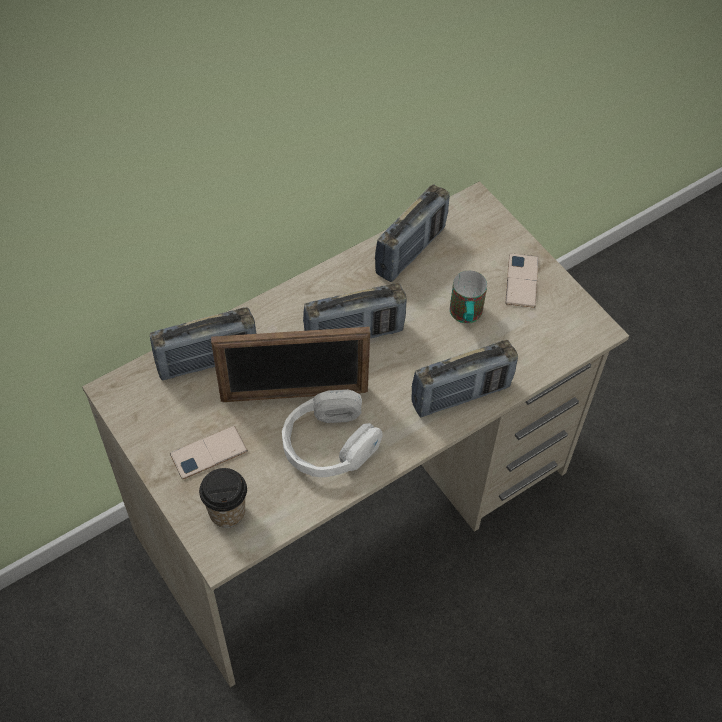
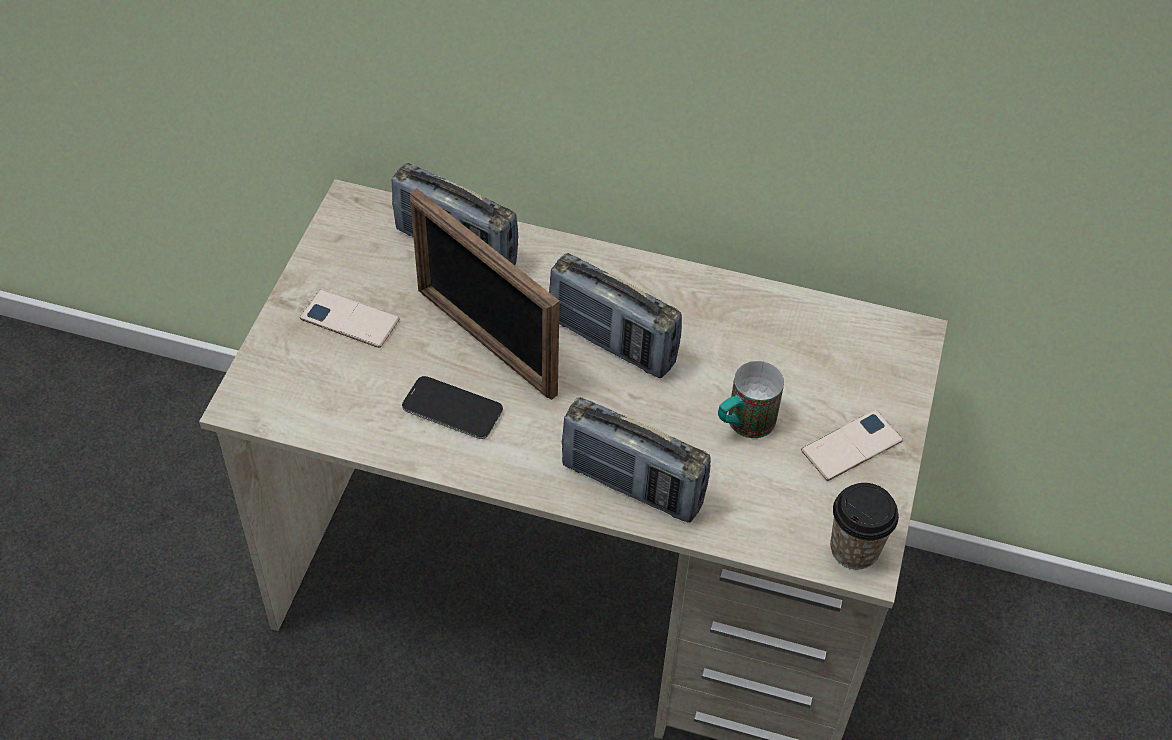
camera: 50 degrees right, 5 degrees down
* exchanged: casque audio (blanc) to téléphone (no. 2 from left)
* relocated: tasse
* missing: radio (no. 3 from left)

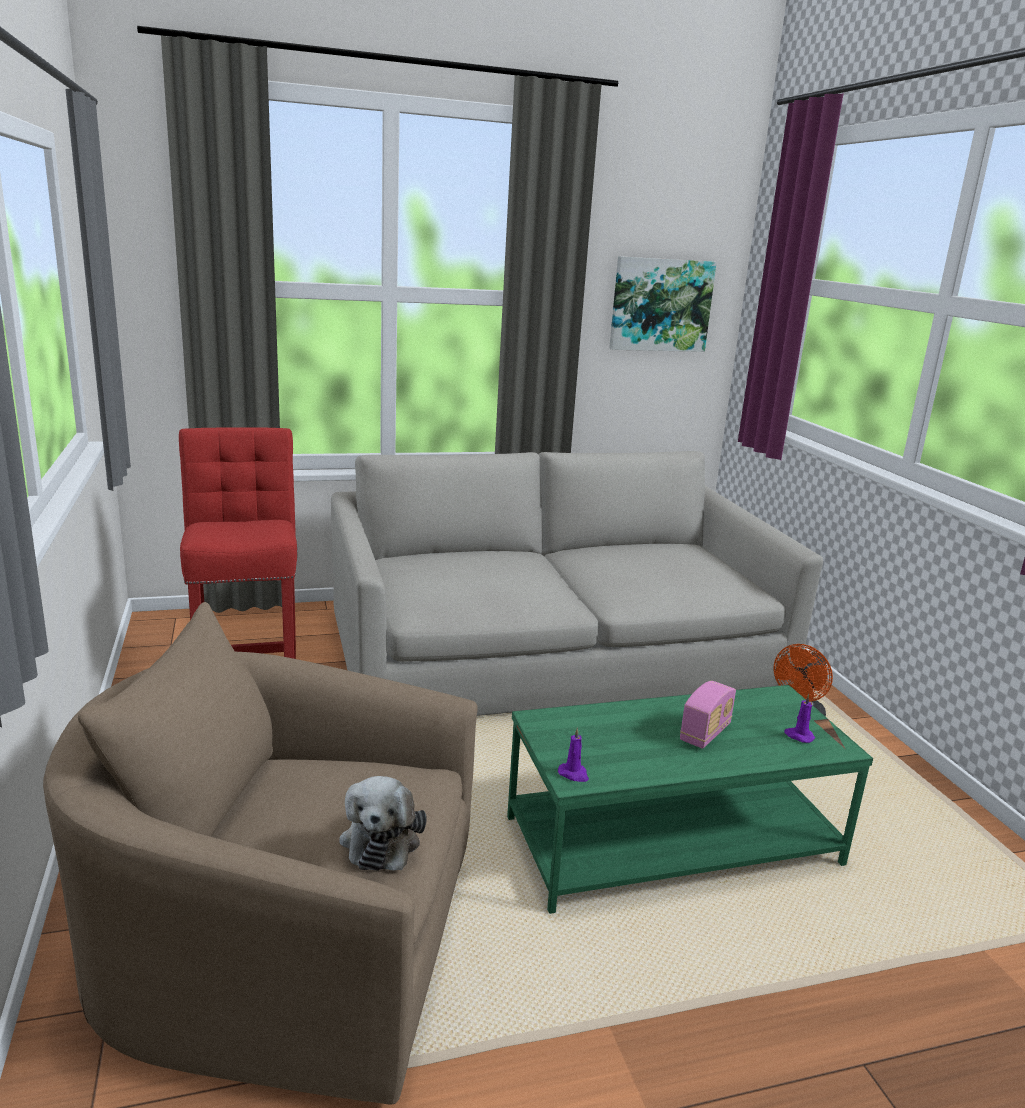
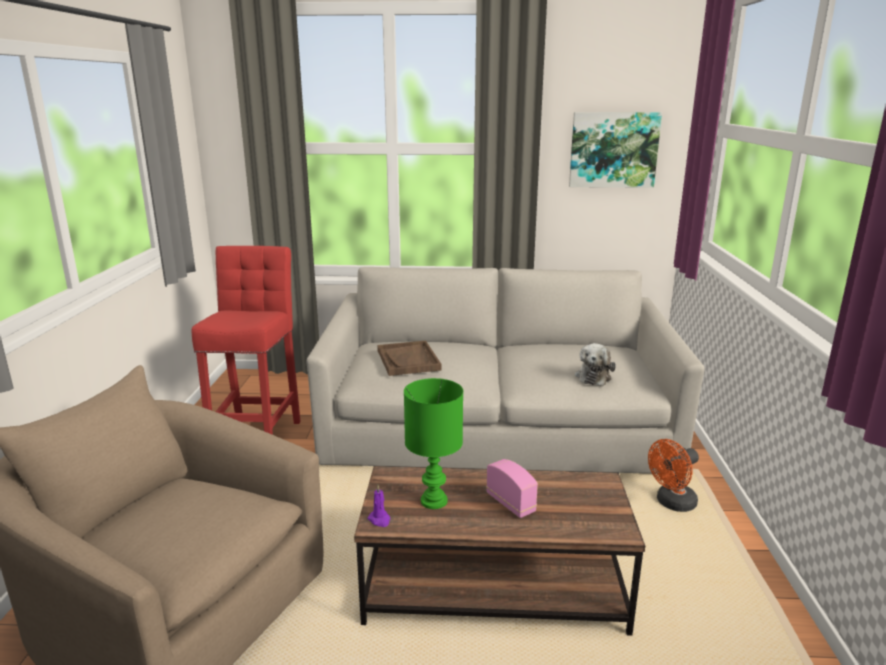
camera: 20 degrees right, 0 degrees up
* colour: table basse (vert) to table basse (marron)
* appeared: plateau (marron)
* appeared: lampe de table (vert)
* spun: radio 90 degrees counterclockwise
* relocated: peluche
* missing: bougie (violet) (no. 2 from left)

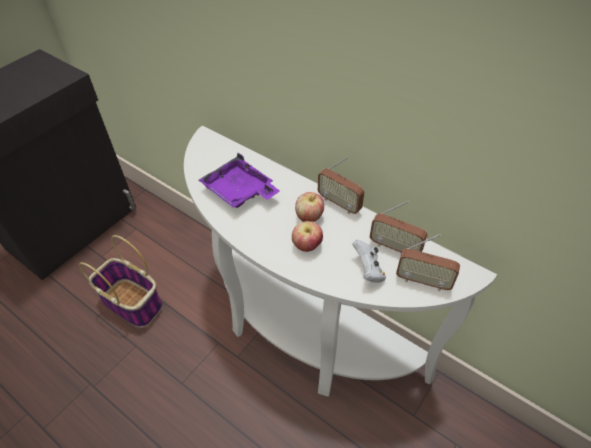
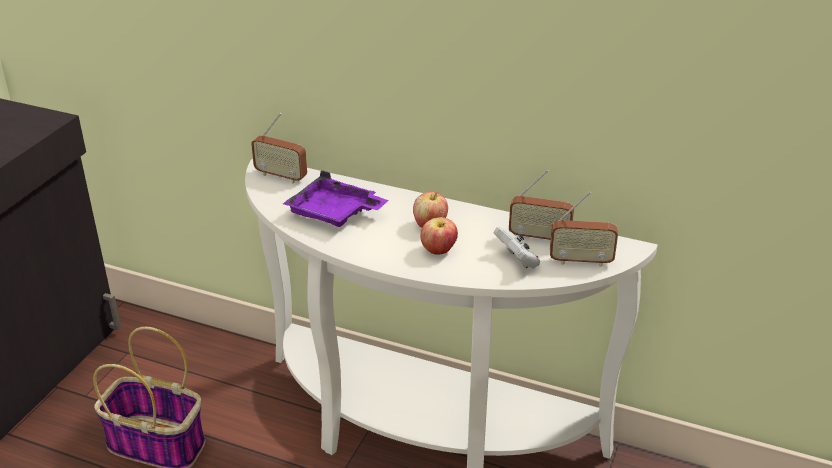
camera: 15 degrees left, 15 degrees down
* relocated: radio (no. 1 from left)

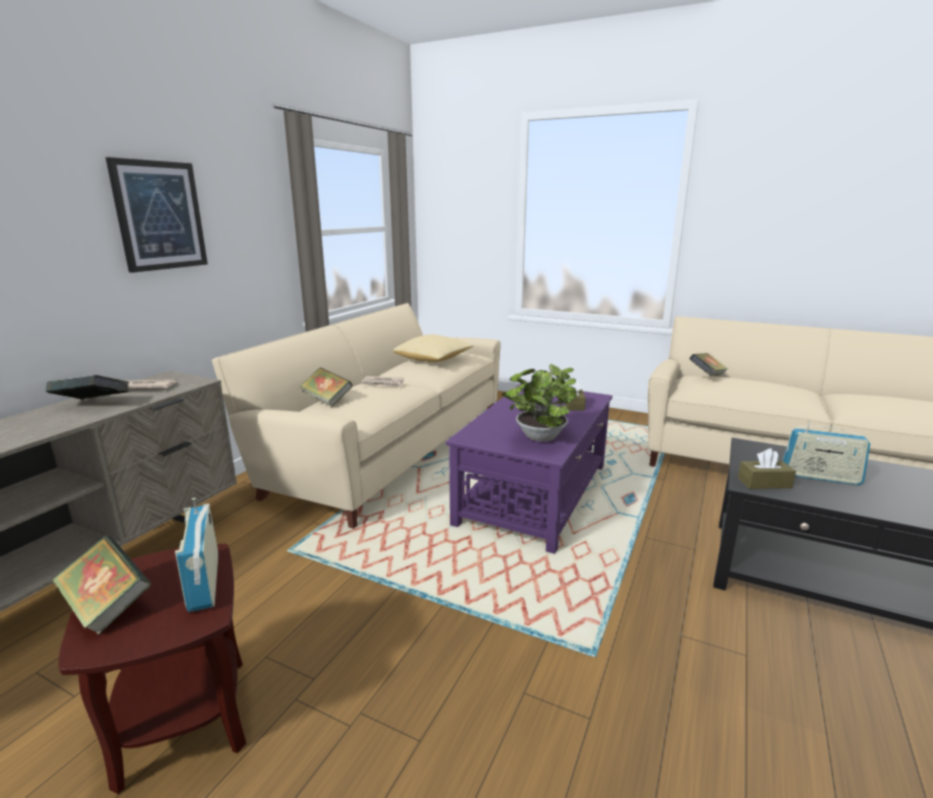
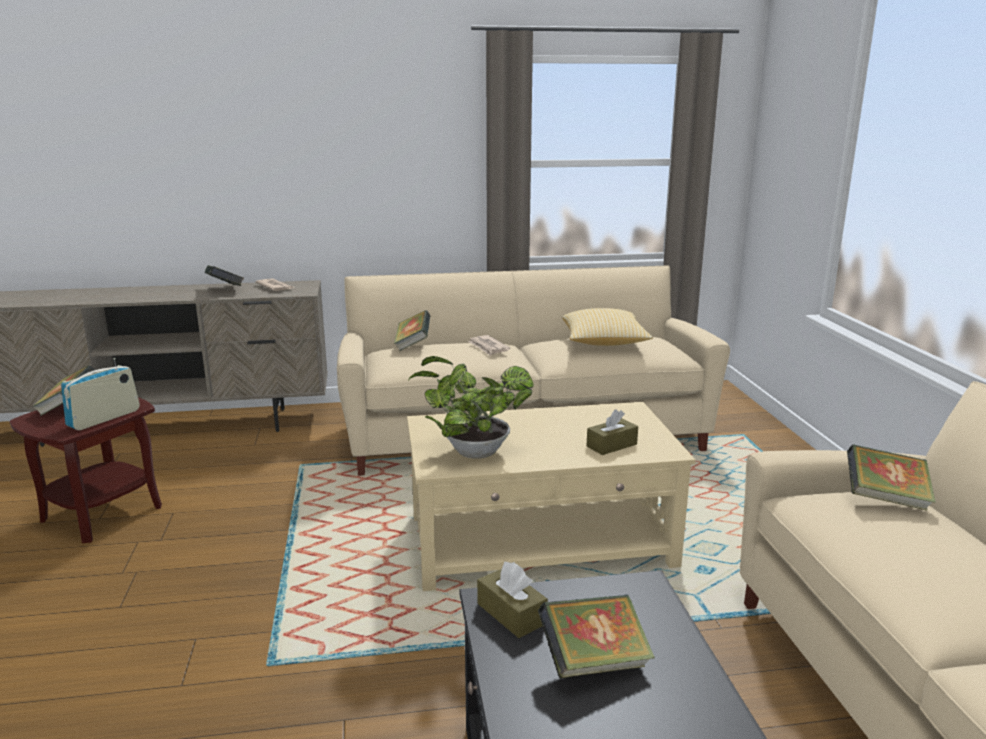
camera: 55 degrees right, 0 degrees up
* colour: table basse (violet) to table basse (beige)
* exchanged: radio (no. 2 from left) to livre (no. 4 from left)
* missing: tableau

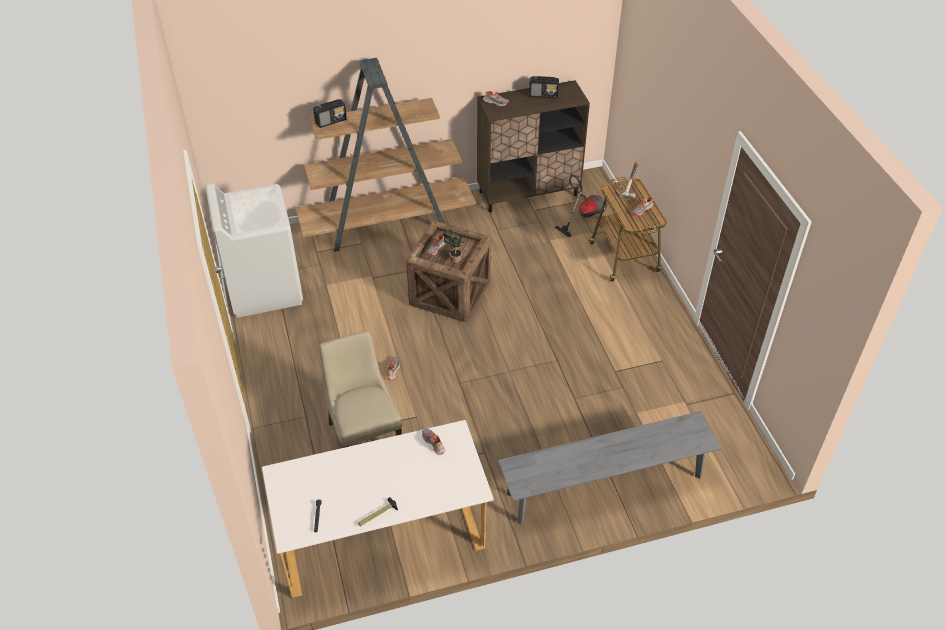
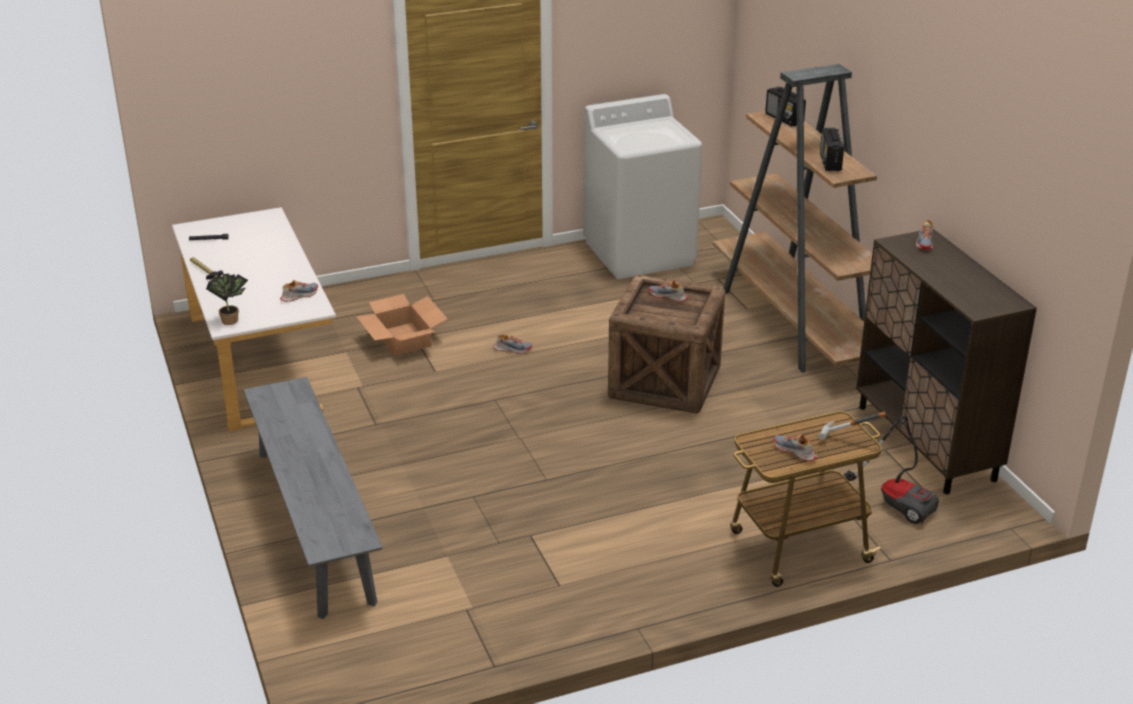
camera: 85 degrees right, 15 degrees down
* relocated: plante en pot
* exchanged: chaise (beige) to carton
* relocated: radio (no. 2 from left)

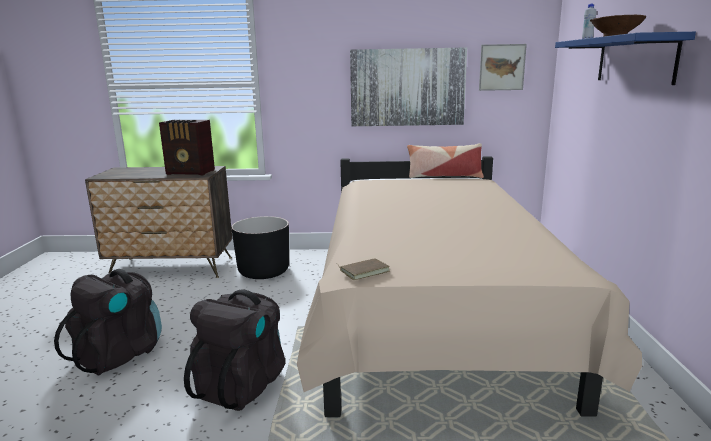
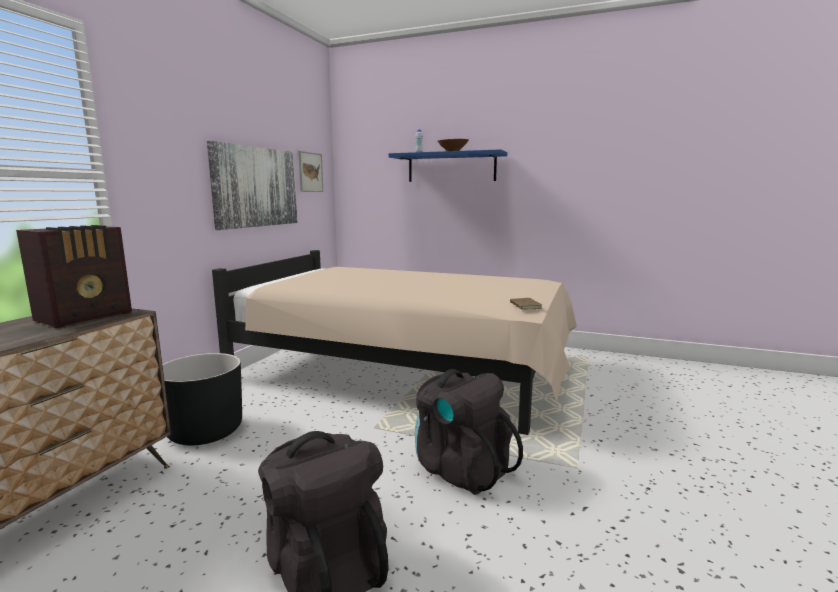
camera: 70 degrees left, 5 degrees down
* missing: coussin

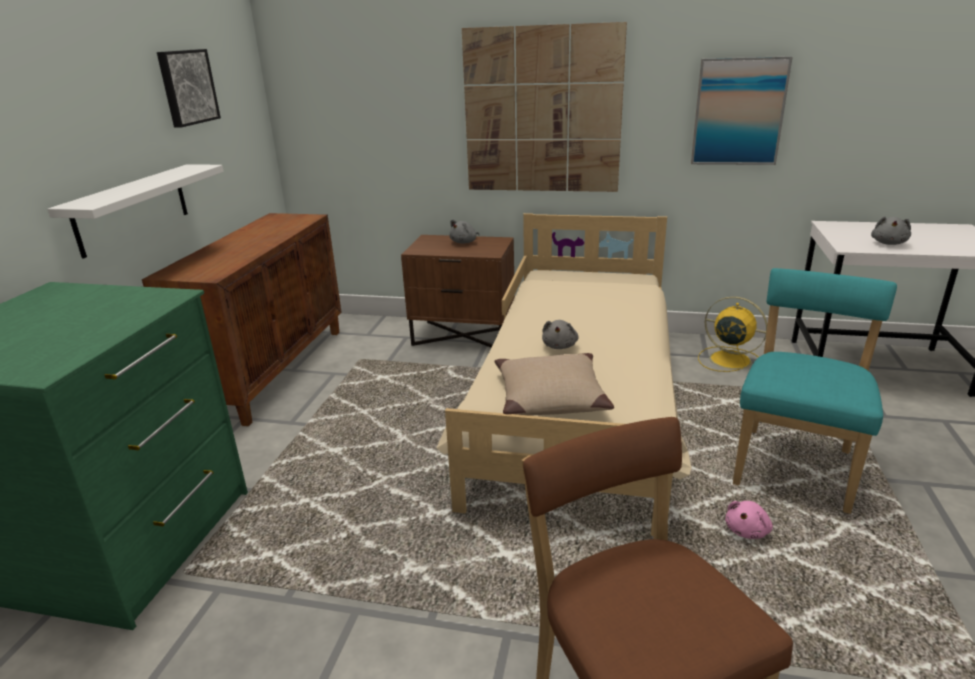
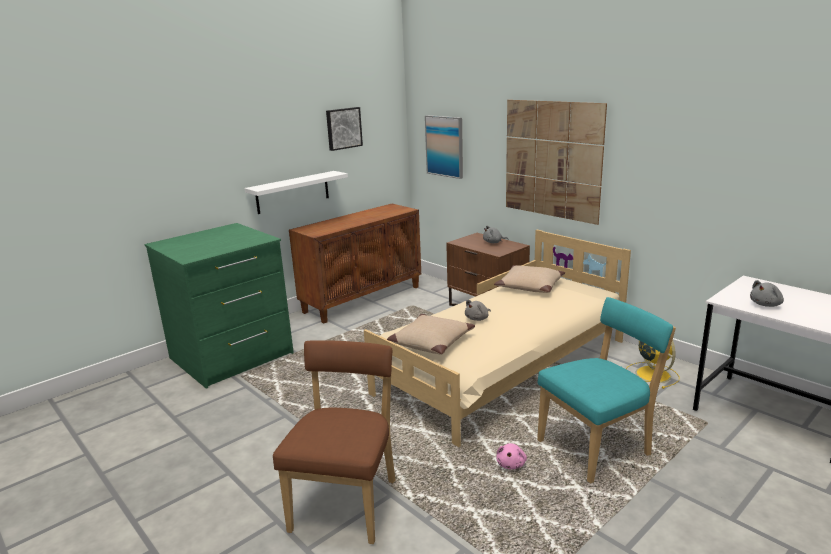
camera: 35 degrees right, 5 degrees down
* relocated: tableau (no. 3 from left in the first image) to tableau (no. 2 from left)
* appeared: coussin (beige) (no. 2 from left)
* spun: peluche (rose) 60 degrees counterclockwise

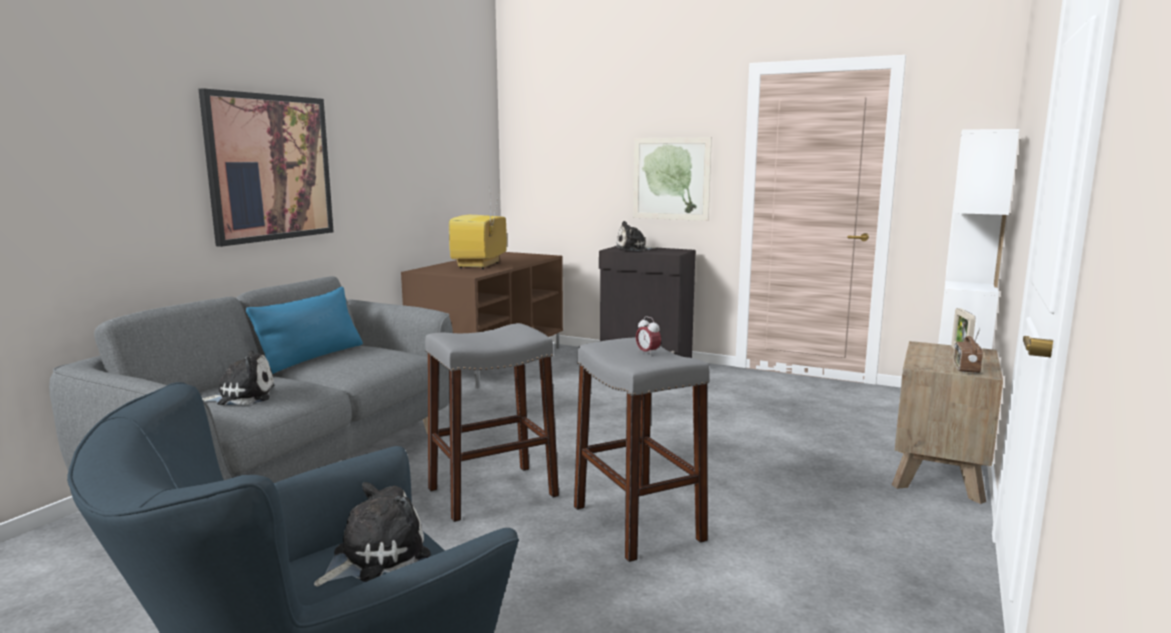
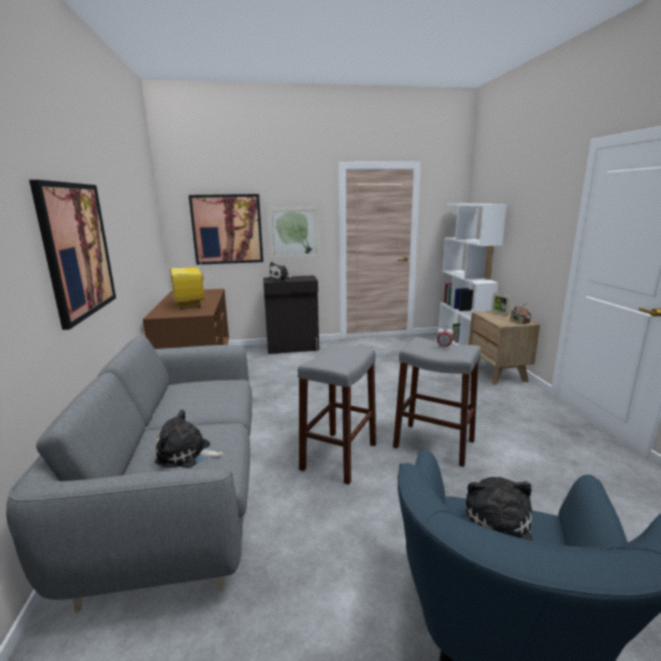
camera: 35 degrees left, 5 degrees up
* spun: peluche (no. 1 from left) 120 degrees counterclockwise
* appeared: tableau (no. 2 from left)
* missing: coussin (bleu)

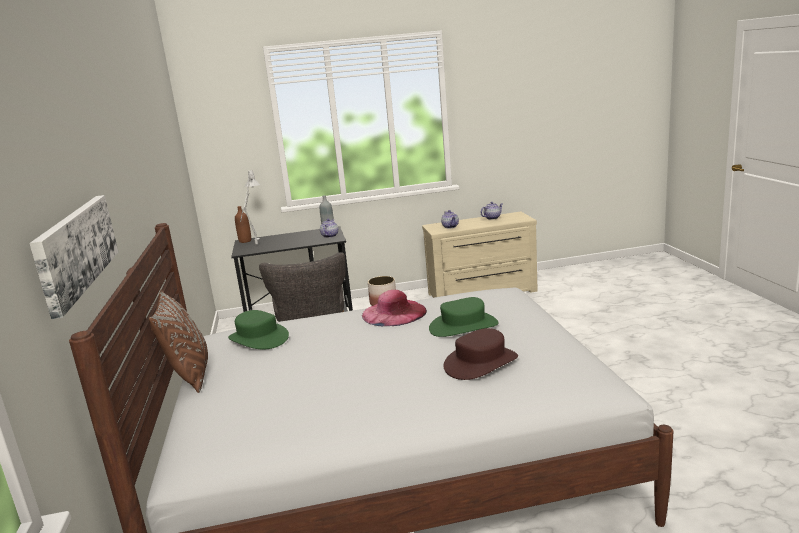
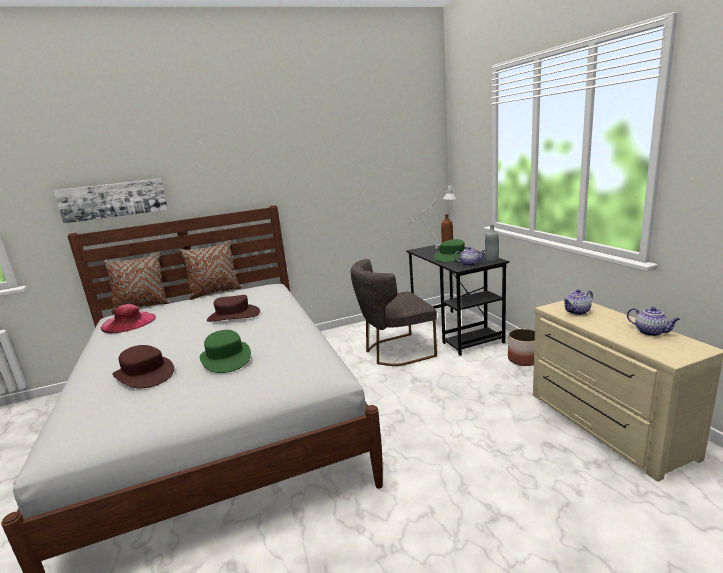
camera: 80 degrees right, 0 degrees up
* relocated: chapeau (rose)
* appeared: coussin (marron) (no. 1 from left)
* appeared: chapeau (marron) (no. 2 from left)
* relocated: chapeau (vert) (no. 1 from left in the first image) to chapeau (vert) (no. 2 from left)

